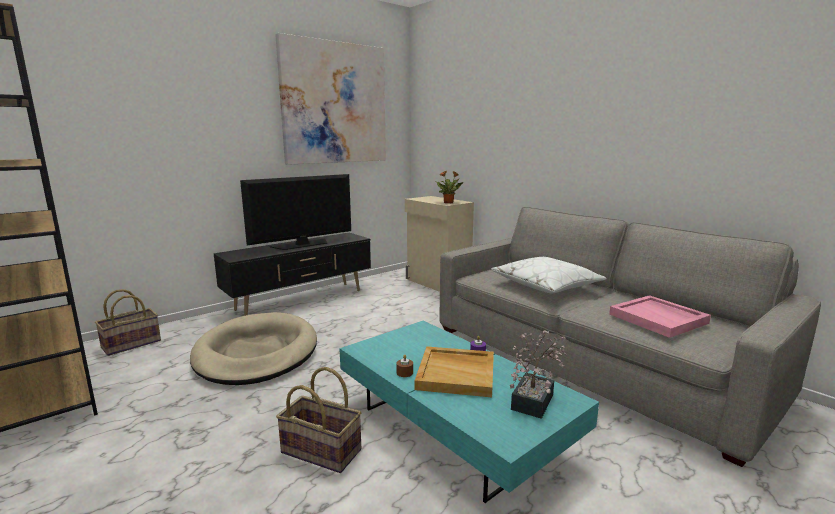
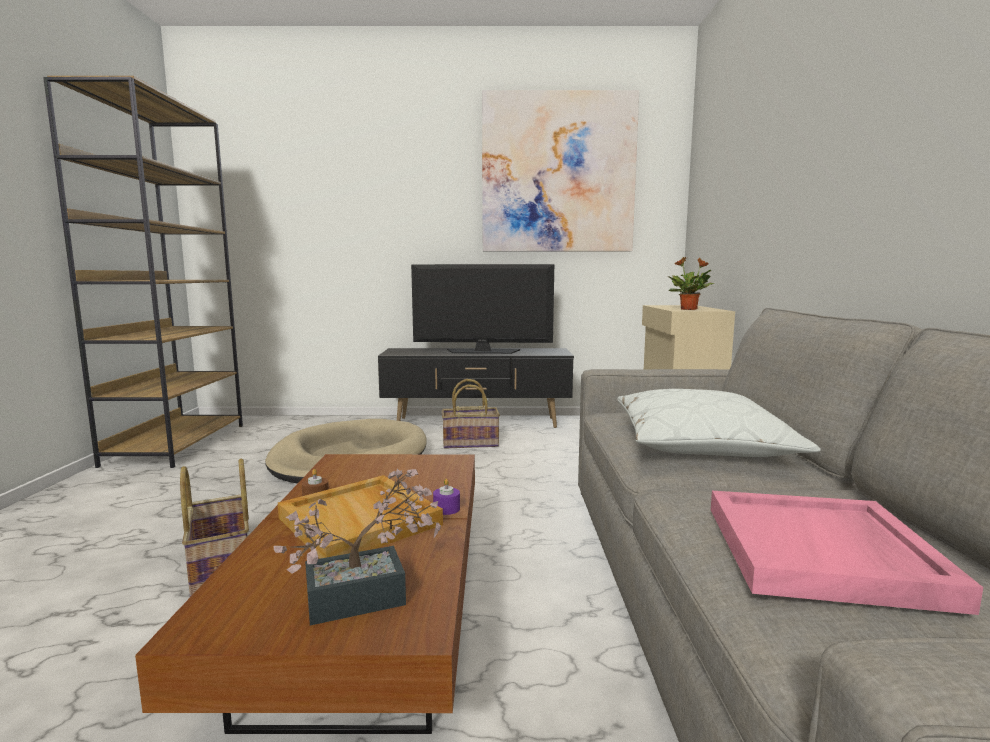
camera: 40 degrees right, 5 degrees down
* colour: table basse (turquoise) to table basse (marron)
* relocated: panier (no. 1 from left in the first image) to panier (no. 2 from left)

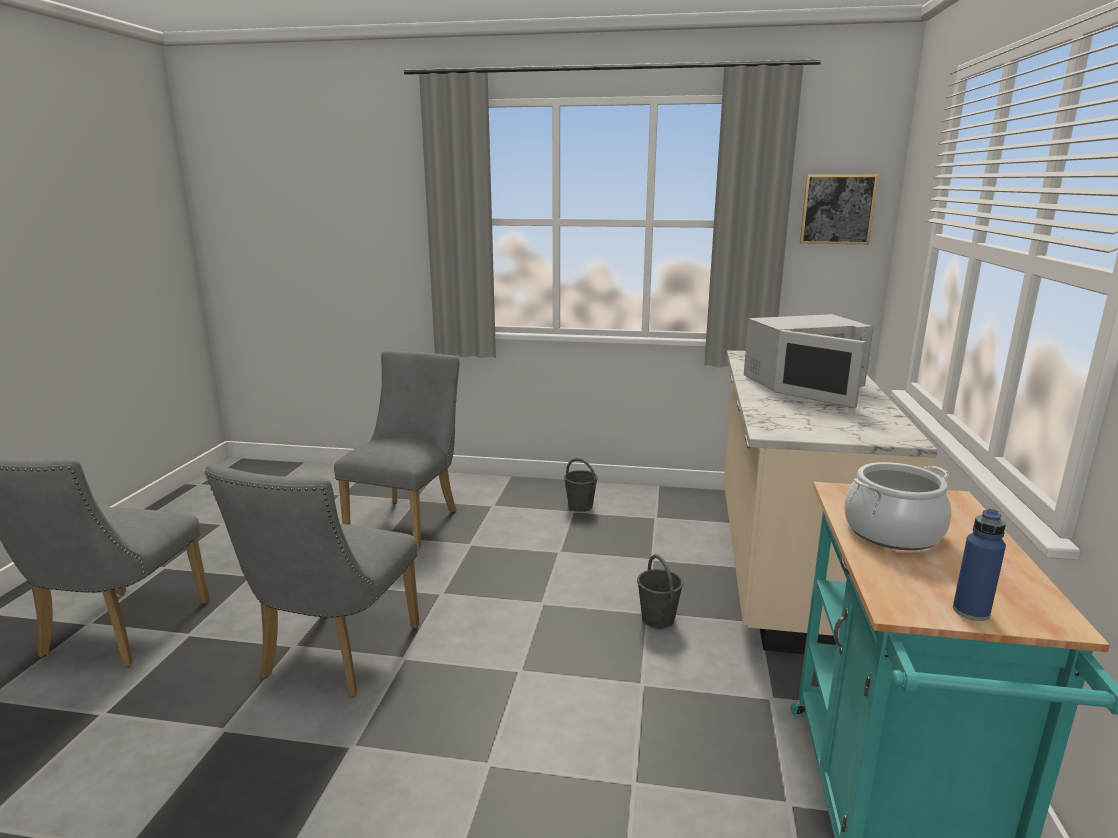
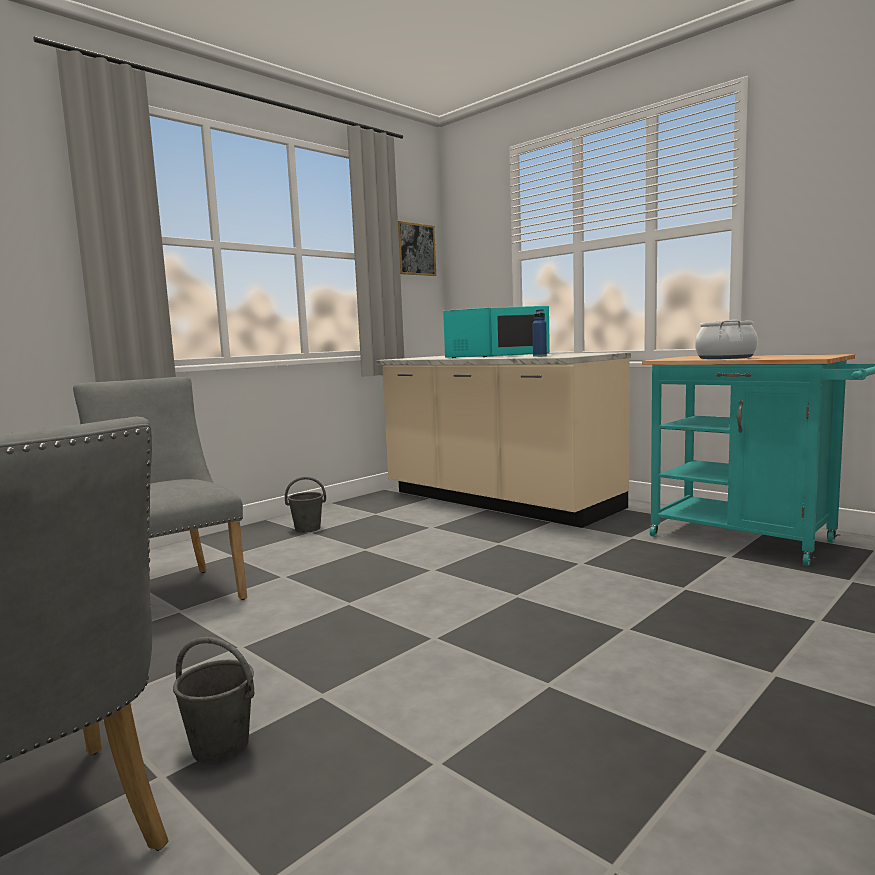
camera: 55 degrees left, 10 degrees down
* relocated: seau (gris) (no. 2 from left in the first image) to seau (gris) (no. 1 from left)
* colour: micro-ondes (blanc) to micro-ondes (turquoise)
* relocated: bouteille (bleu)
* missing: chaise (gris) (no. 2 from left)

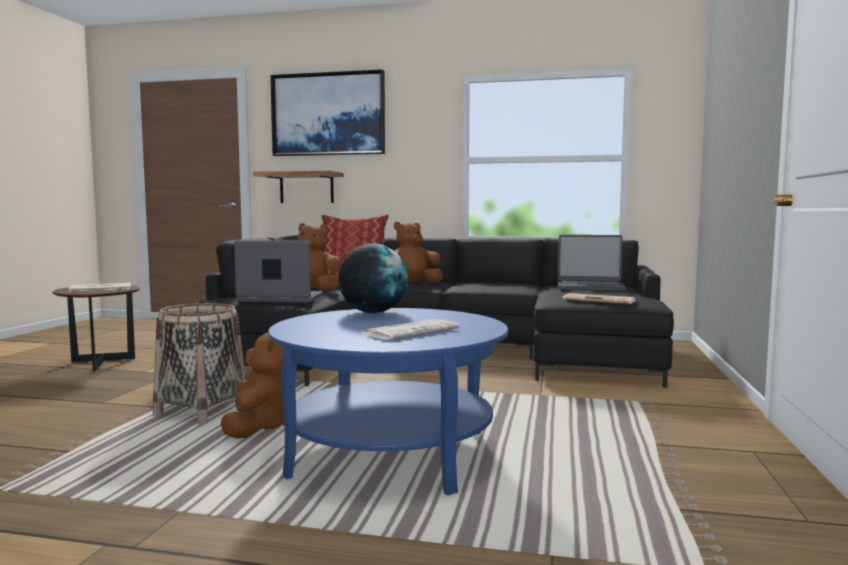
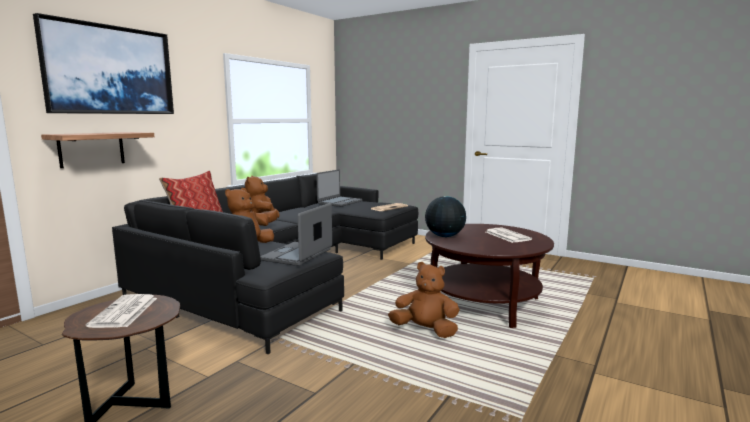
camera: 70 degrees left, 5 degrees up
* colour: table basse (bleu) to table basse (marron)
* missing: panier

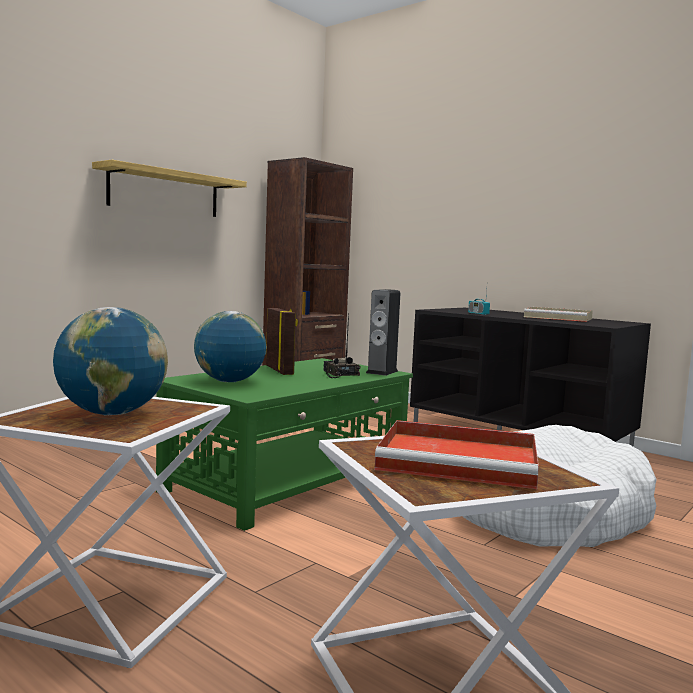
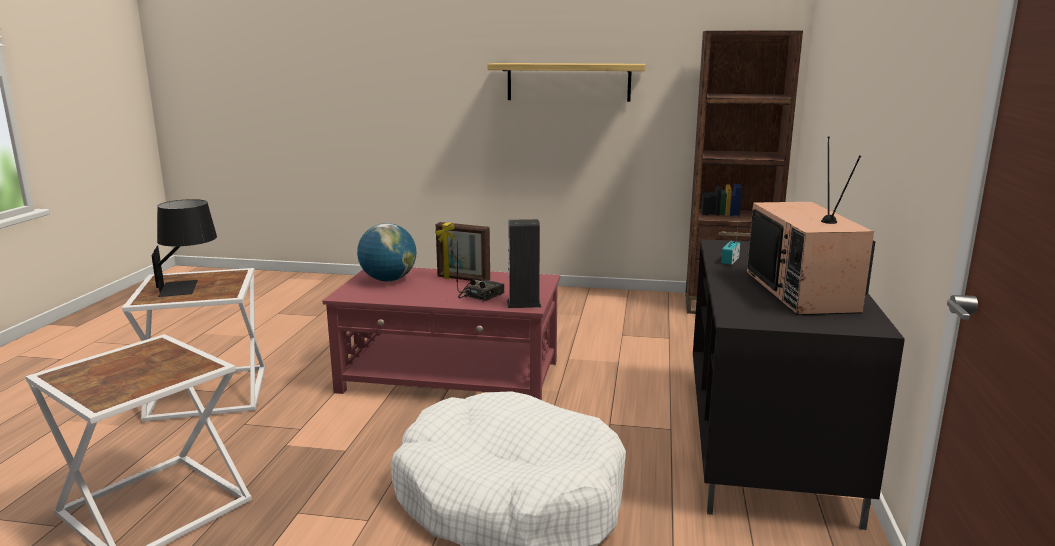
camera: 60 degrees right, 10 degrees up
* exchanged: globe (no. 1 from left) to lampe de table (noir)
* colour: table basse (vert) to table basse (rouge)
* spun: cadre photo 75 degrees clockwise
* exchanged: plateau (beige) to téléviseur
* missing: plateau (rouge)

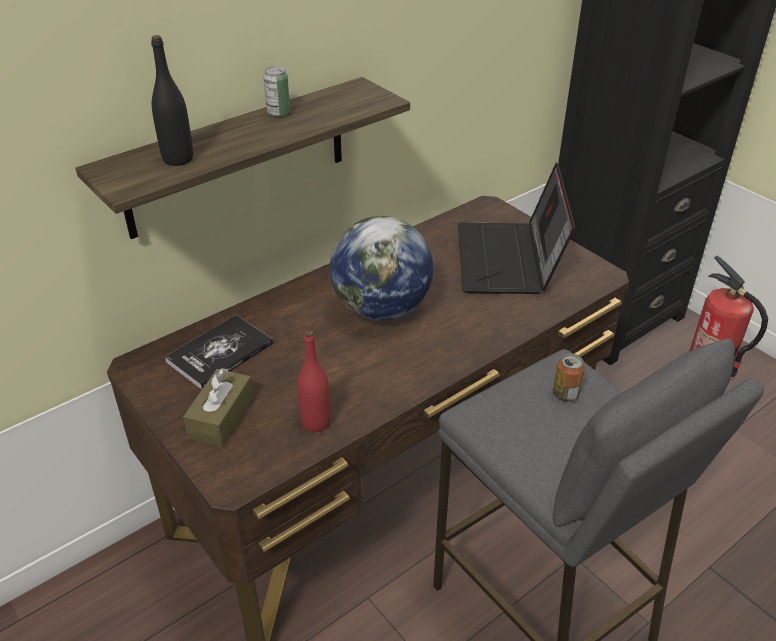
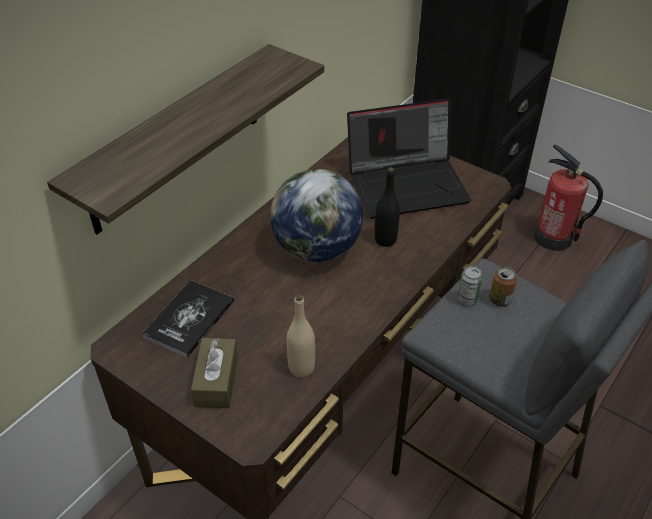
camera: 15 degrees left, 5 degrees up
* colour: bouteille (rouge) to bouteille (beige)
* spun: ordinateur portable 90 degrees counterclockwise
* relocated: bouteille (noir)
* relocated: boîte métallique (no. 1 from left)

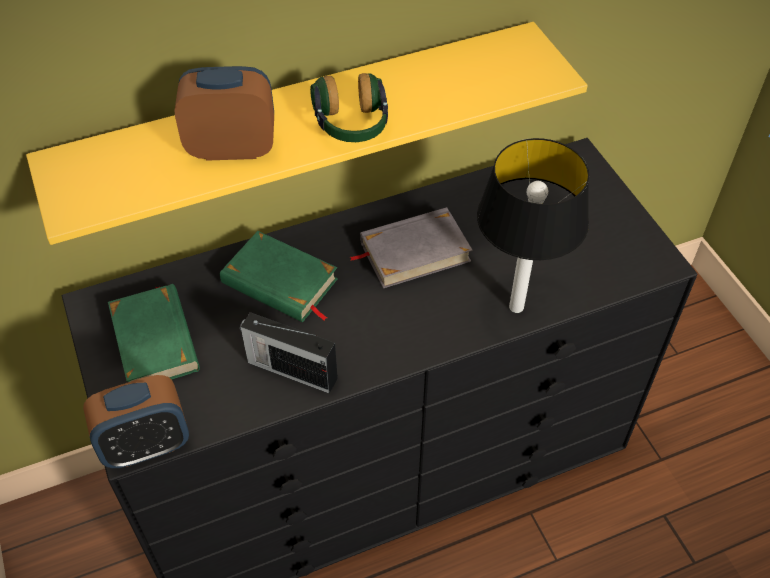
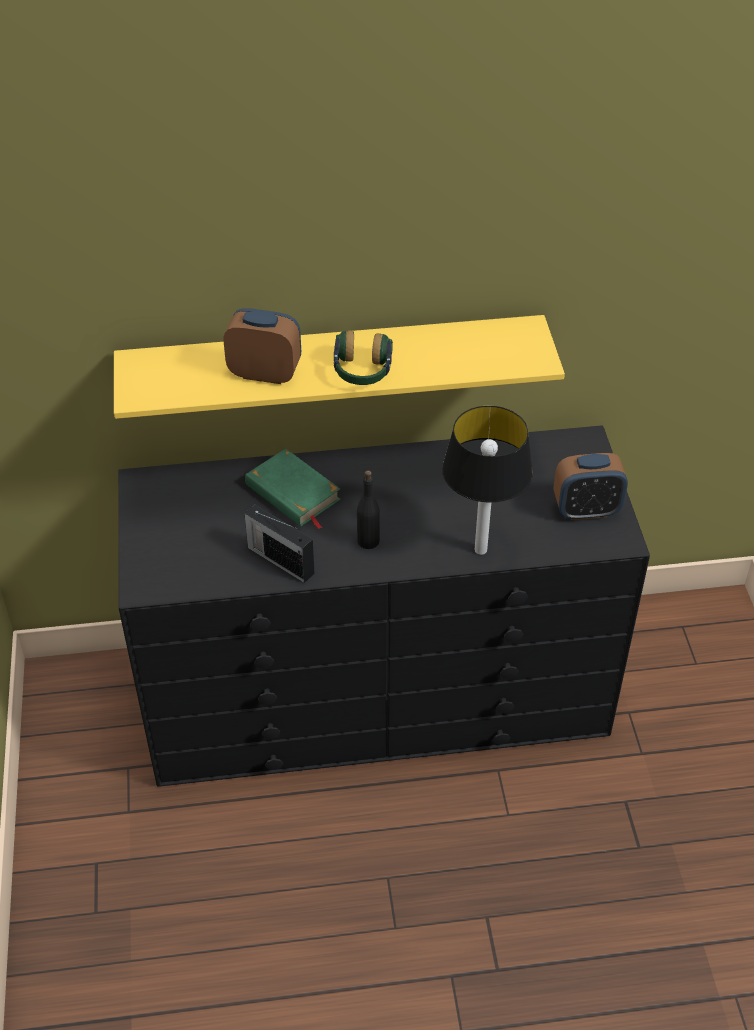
camera: 15 degrees right, 5 degrees down
* appeared: bouteille (noir)
* relocated: réveil (no. 1 from left in the first image) to réveil (no. 2 from left)
* missing: livre (vert) (no. 1 from left)
* missing: livre (gris)

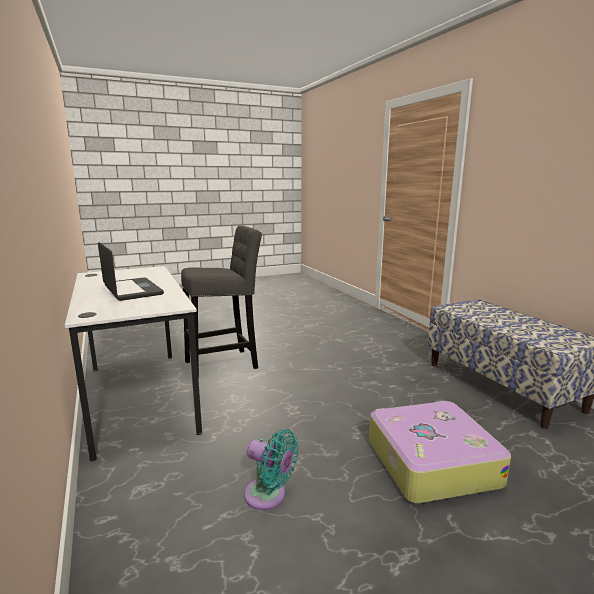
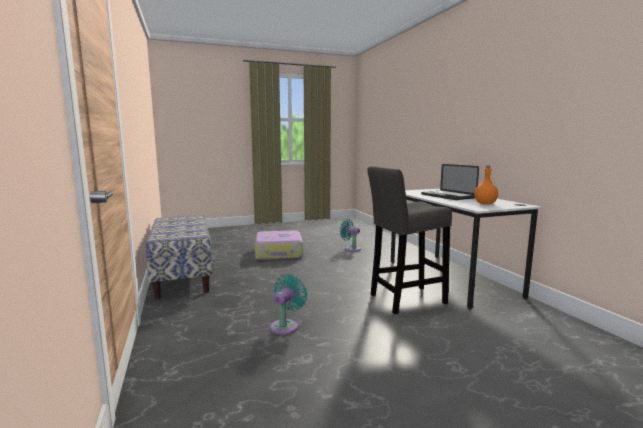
camera: 175 degrees left, 5 degrees down
* appeared: ventilateur (turquoise) (no. 1 from left)
* appeared: bouteille (orange)

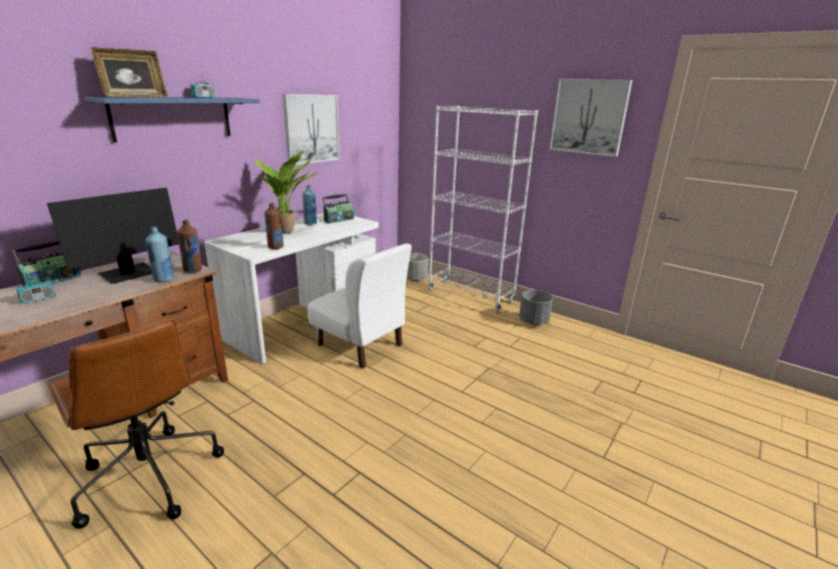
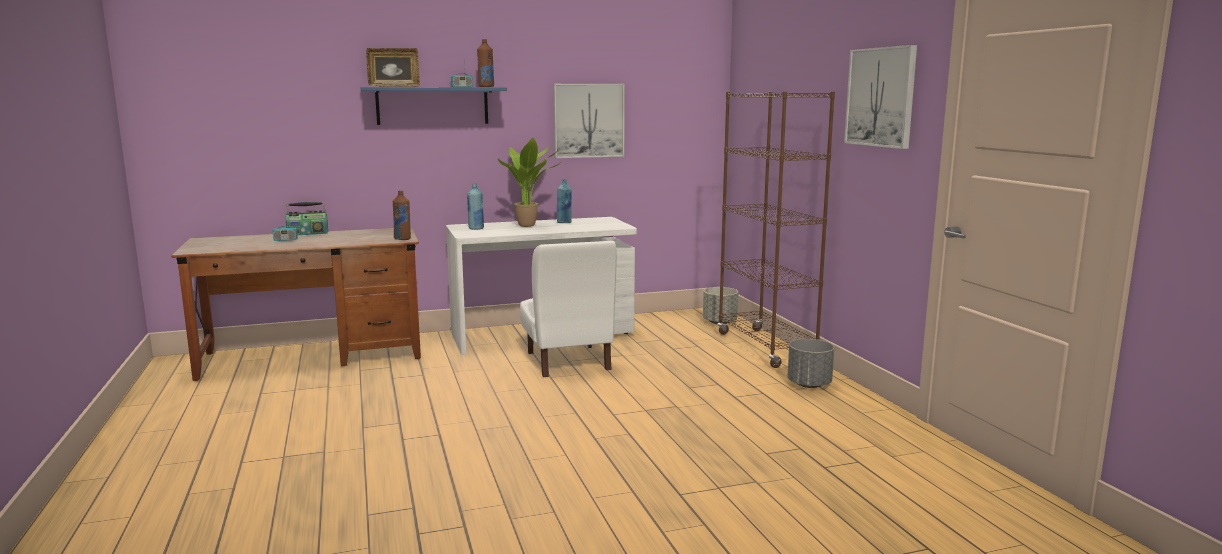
camera: 35 degrees right, 10 degrees down
* relocated: bouteille (bleu) (no. 1 from left)
* relocated: bouteille (marron) (no. 2 from left)
* colour: bibliothèque (blanc) to bibliothèque (marron)
* missing: écran d'ordinateur
* missing: chaise de bureau (marron)
* missing: radio (no. 4 from left)

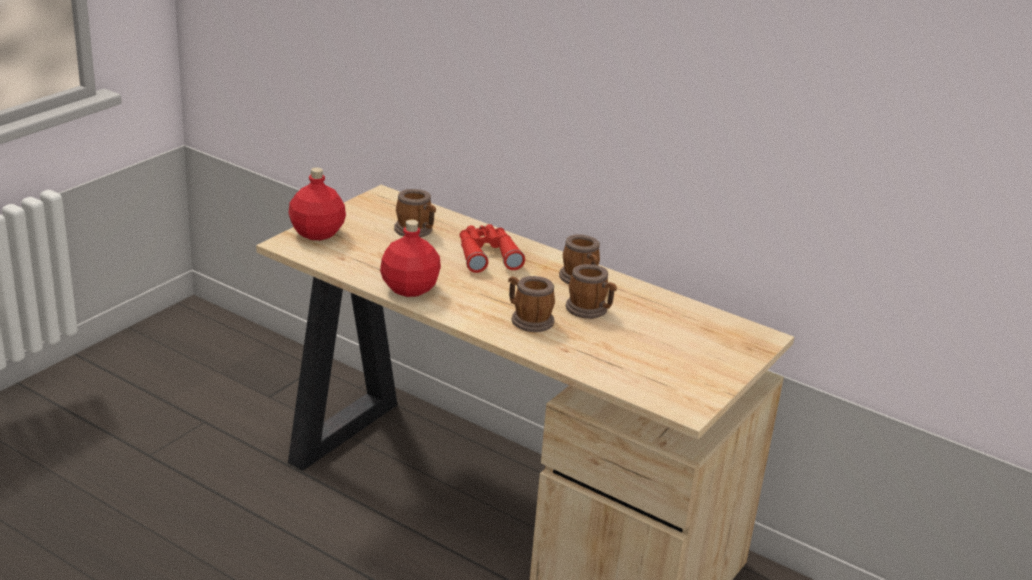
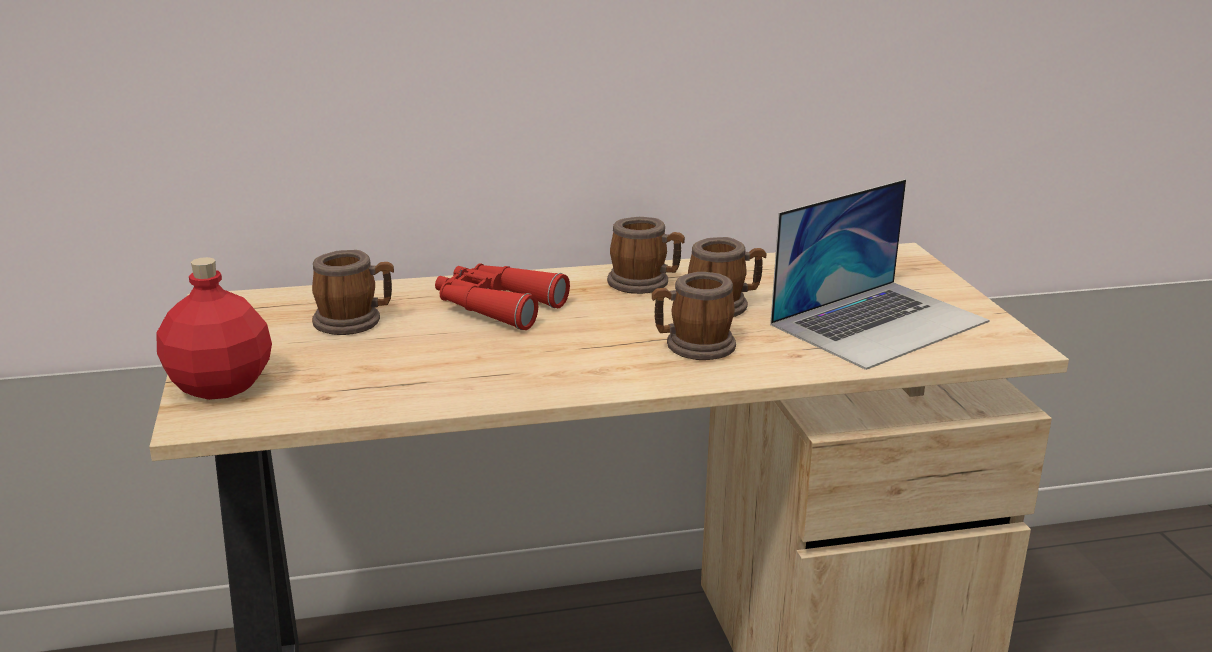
camera: 45 degrees left, 5 degrees down
* appeared: ordinateur portable
* missing: bouteille (rouge) (no. 2 from left)

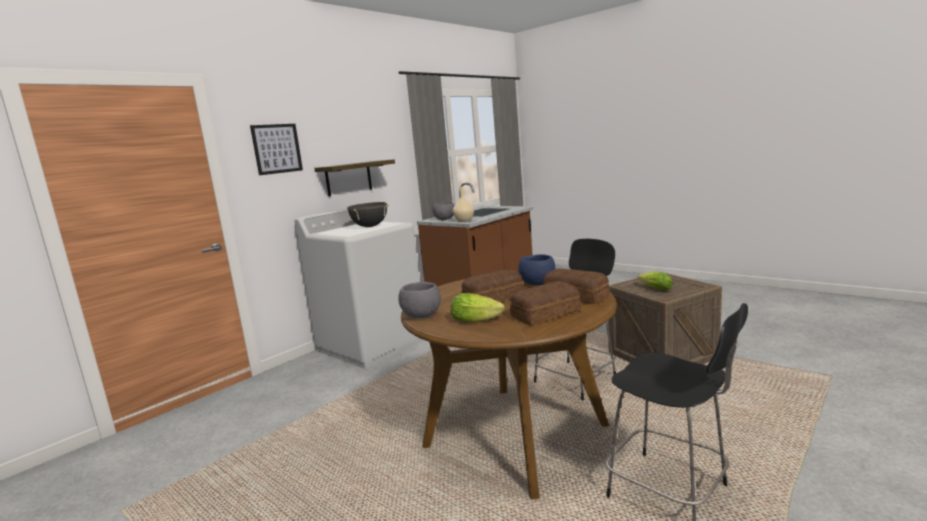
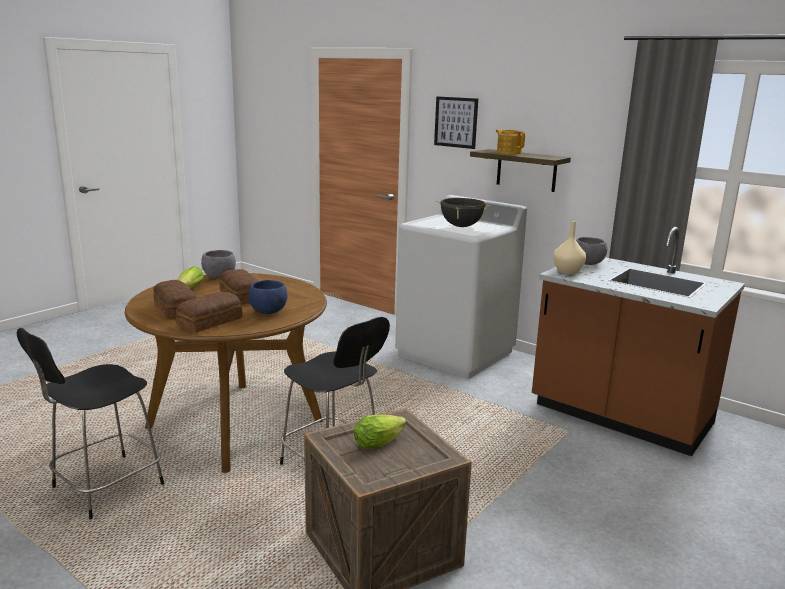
camera: 85 degrees right, 5 degrees up
* appeared: théière

